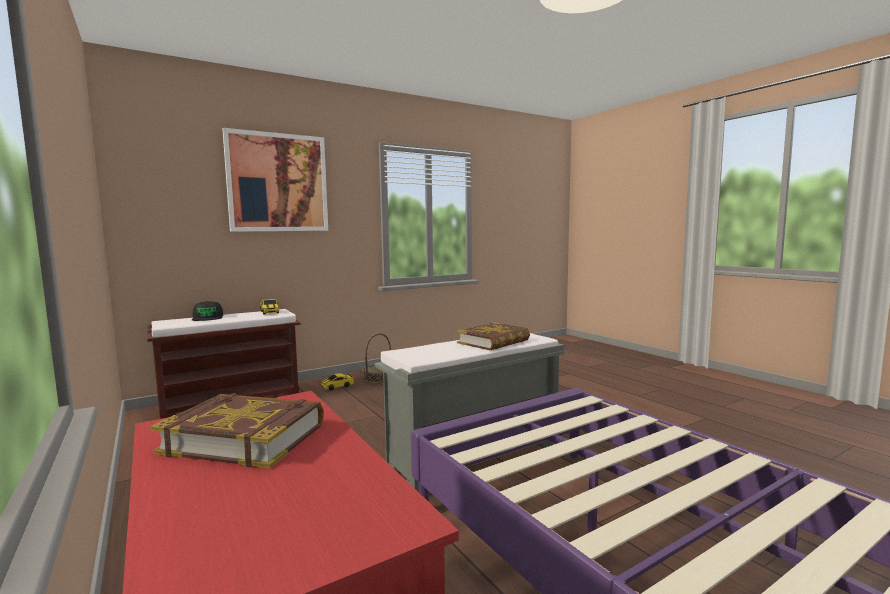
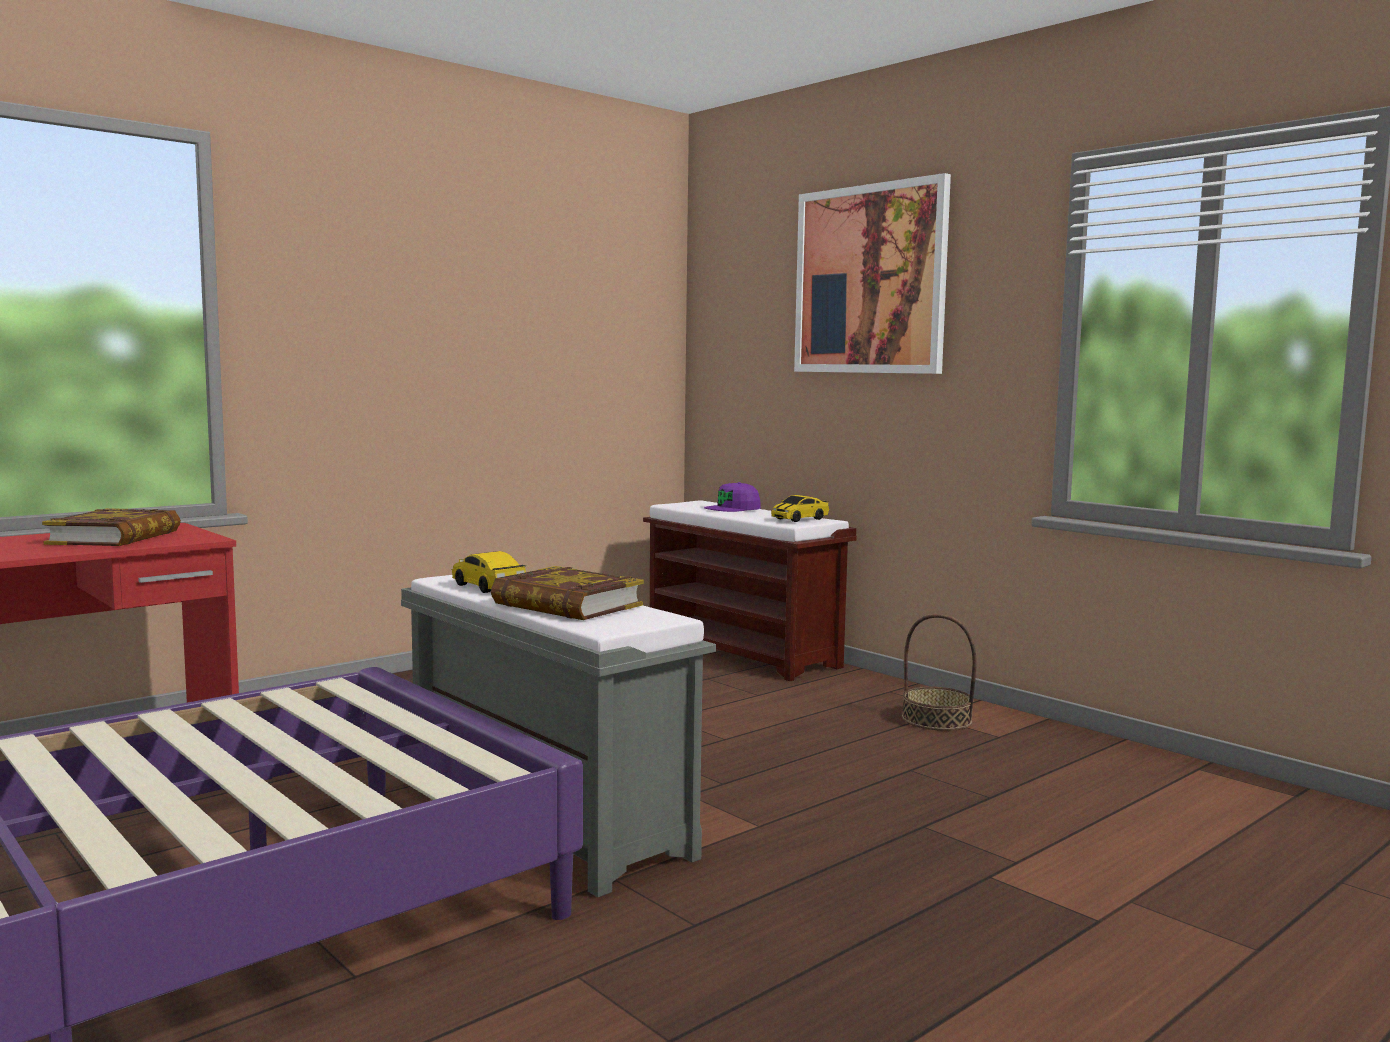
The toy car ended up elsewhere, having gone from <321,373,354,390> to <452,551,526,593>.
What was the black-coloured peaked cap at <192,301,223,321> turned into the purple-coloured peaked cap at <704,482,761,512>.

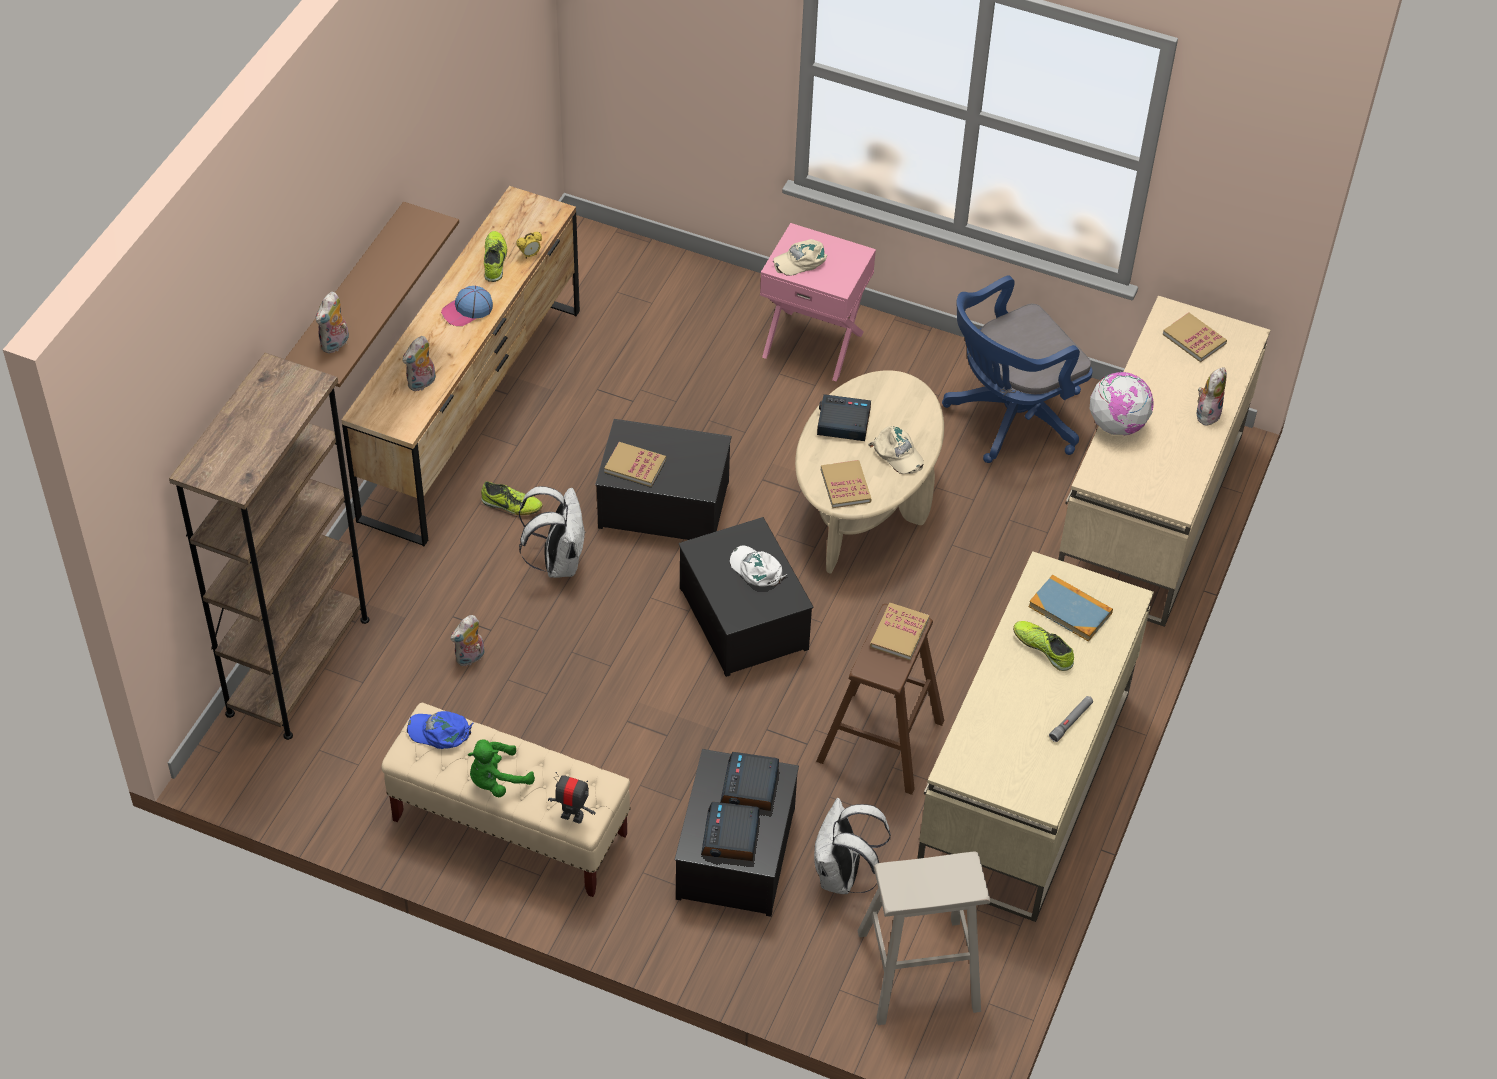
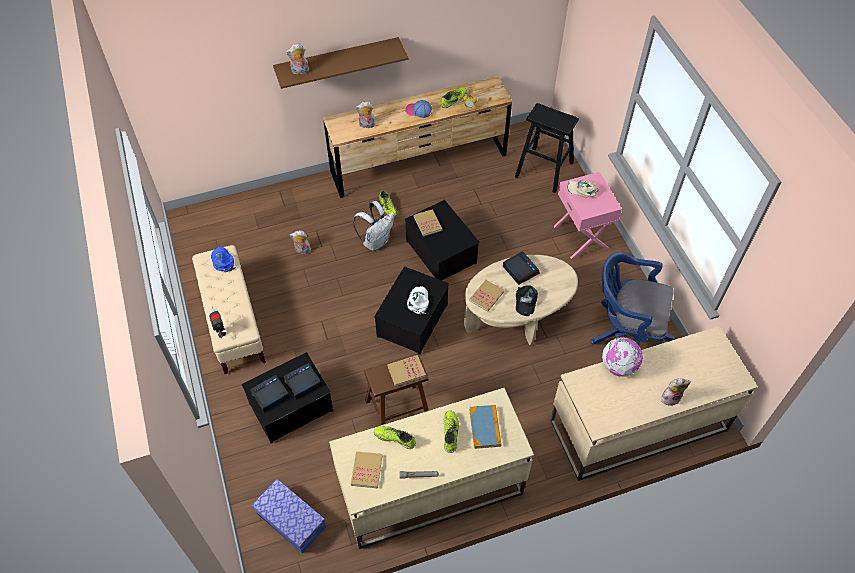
The second view lost the brown-coloured shelving unit at <169,353,370,740>.
The second view lost the greenish soft toy at <468,739,535,797>.
The second view lost the whitish rucksack at <814,798,891,894>.
The second view gained the shoe at <374,426,416,449>.
The second view gained the black-coloured stool at <515,103,579,193>.
The volume ended up elsewhere, having gone from <1163,312,1227,362> to <351,451,383,488>.
Where the beige stool stood at <858,852,990,1025>, the storage box came to stand at <252,479,326,553>.
What was the beige peaked cap at <868,426,924,474> turned into the black-coloured peaked cap at <516,285,538,316>.

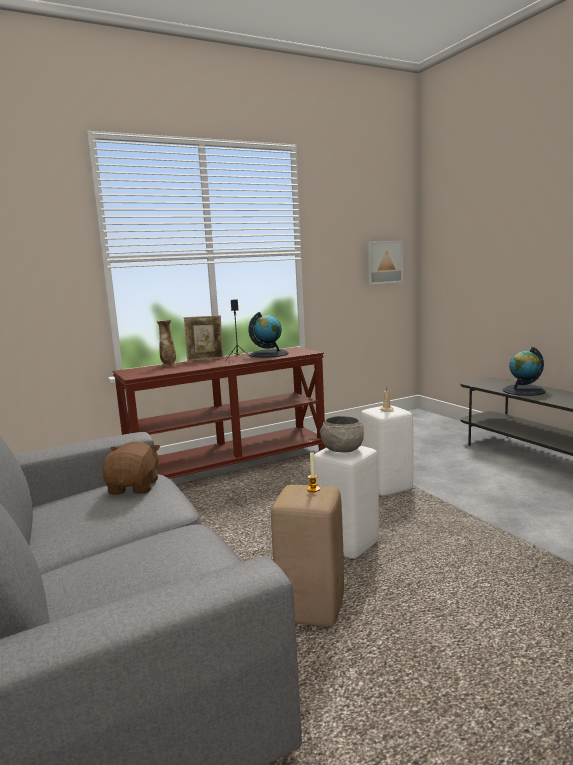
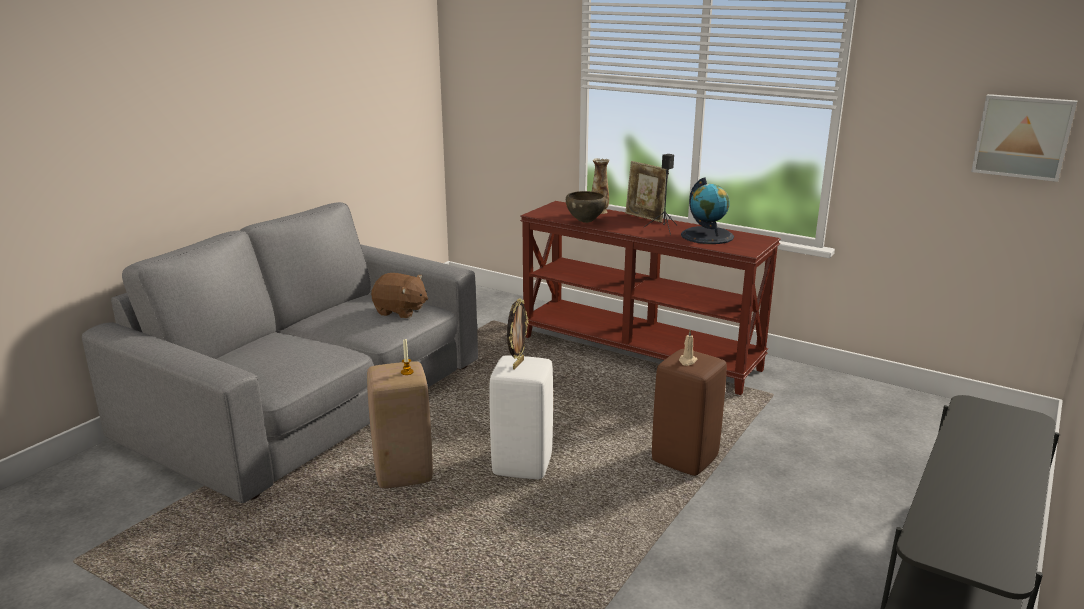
The second view lost the globe at <503,347,546,396>.
The second view gained the brown-coloured serving bowl at <566,191,606,223>.
Where the greyish serving bowl stood at <320,416,364,452>, the picture frame came to stand at <507,298,528,370>.
What was the whitish stool at <361,405,413,496> turned into the brown-coloured stool at <652,349,727,476>.
The brown-coloured soft toy at <103,442,160,495> ended up facing another way, 45 degrees clockwise from before.

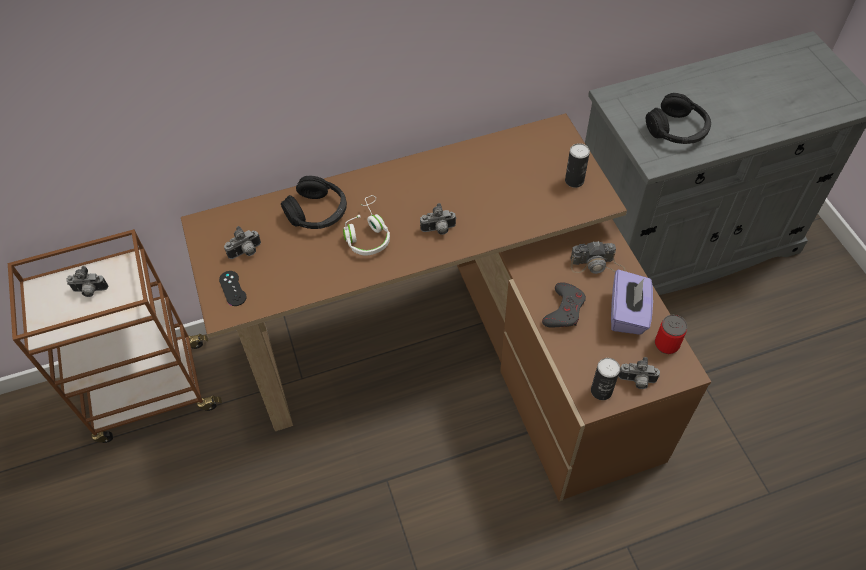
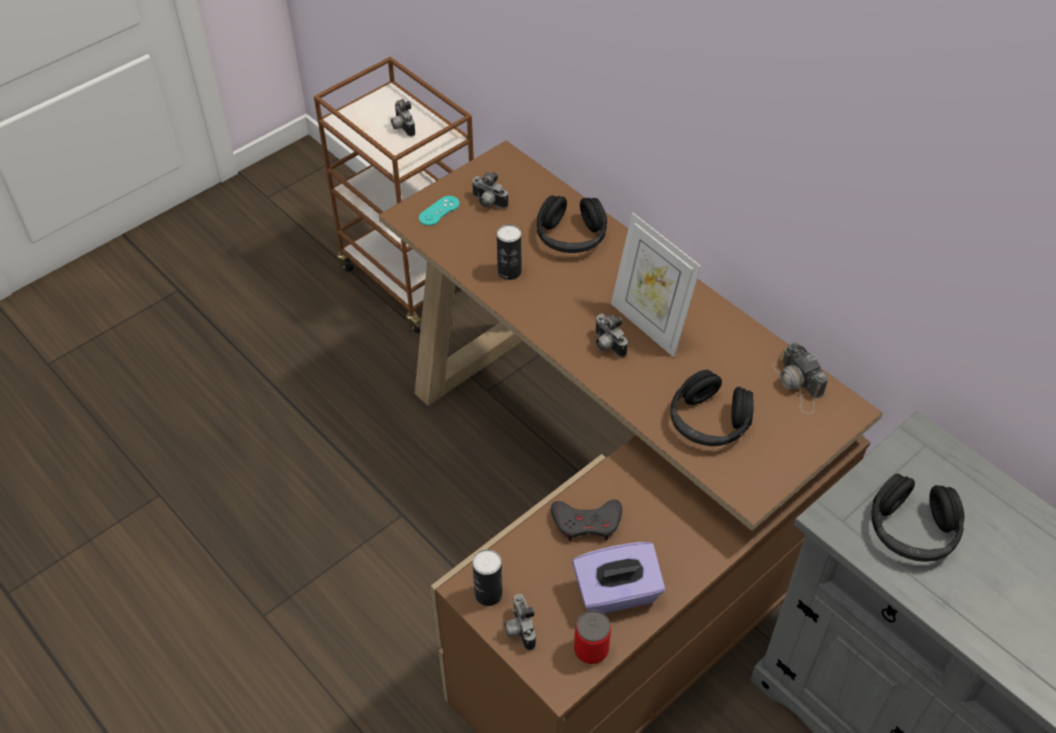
The second view lost the whitish headset at <343,195,390,255>.
The second view gained the picture frame at <611,213,701,357>.
The second view gained the black-coloured headset at <671,370,754,446>.
The can ended up elsewhere, having gone from <565,143,590,188> to <497,224,521,280>.
The photo camera ended up elsewhere, having gone from <571,241,626,274> to <772,342,828,415>.
What was the black-coloured joypad at <219,271,247,306> turned into the blue-green joypad at <419,196,460,226>.

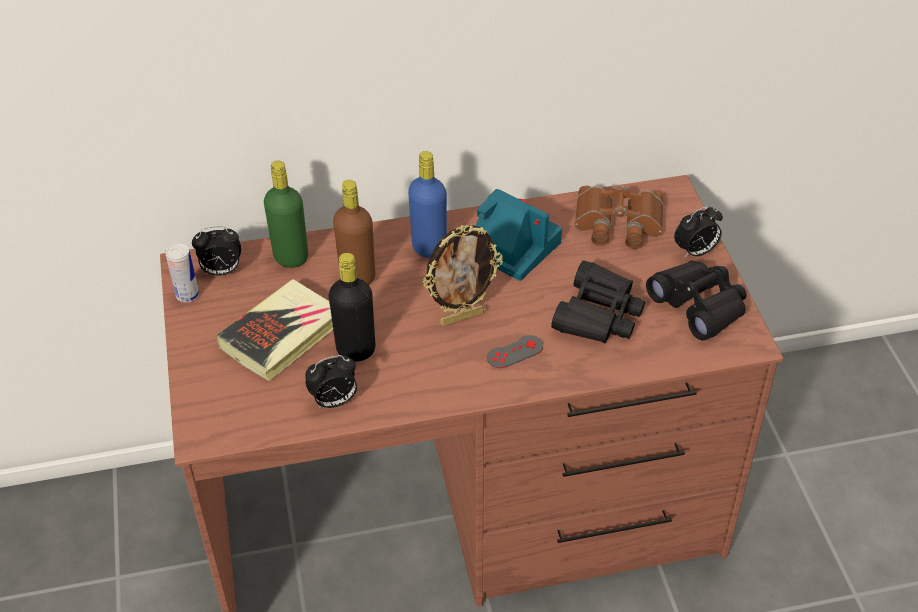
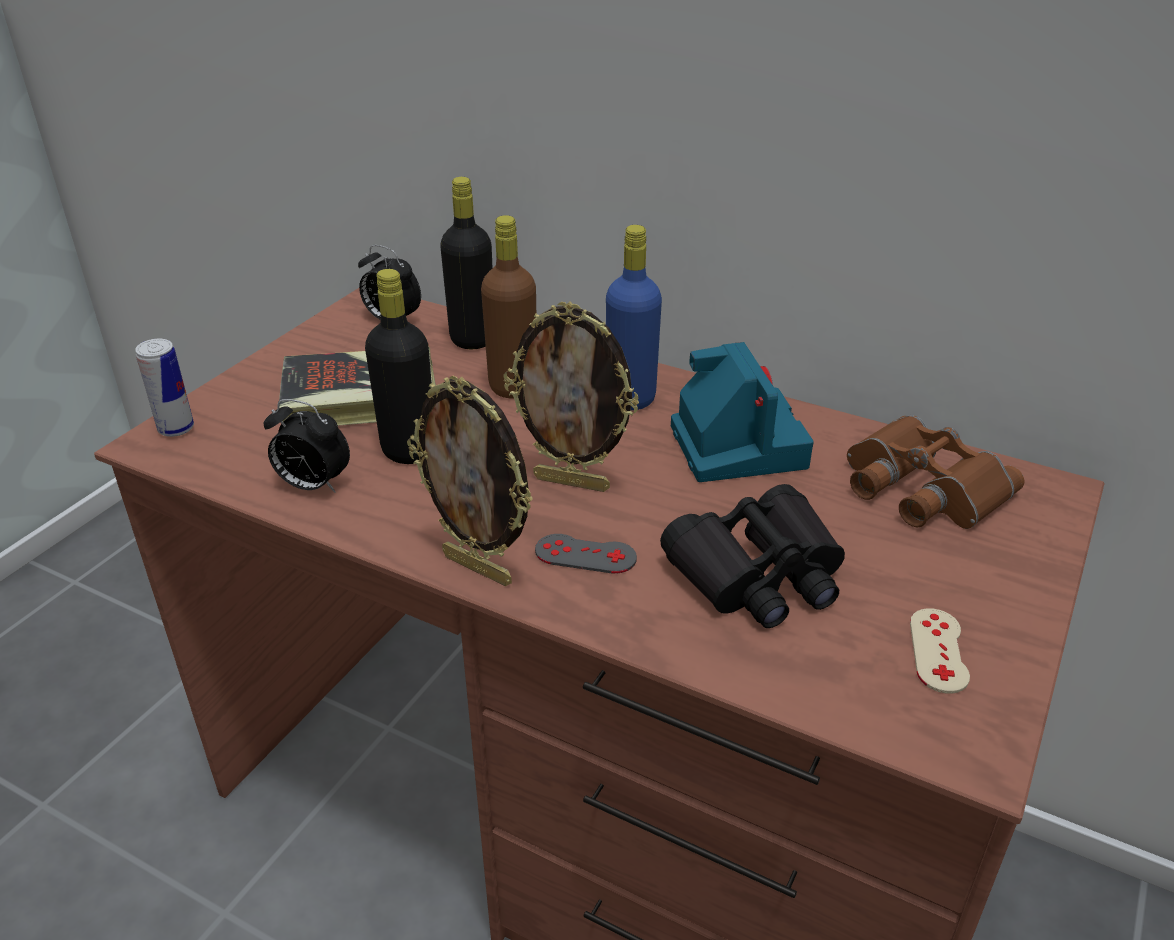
The second view lost the table clock at <674,205,723,258>.
The second view gained the picture frame at <407,376,533,586>.
The can ended up elsewhere, having gone from <165,243,199,302> to <135,339,194,437>.
Where the black-coloured field glasses stood at <646,260,746,340>, the beige joypad came to stand at <910,608,970,694>.
What was the greenish drink bottle at <264,161,308,268> turned into the black-coloured drink bottle at <440,177,493,349>.

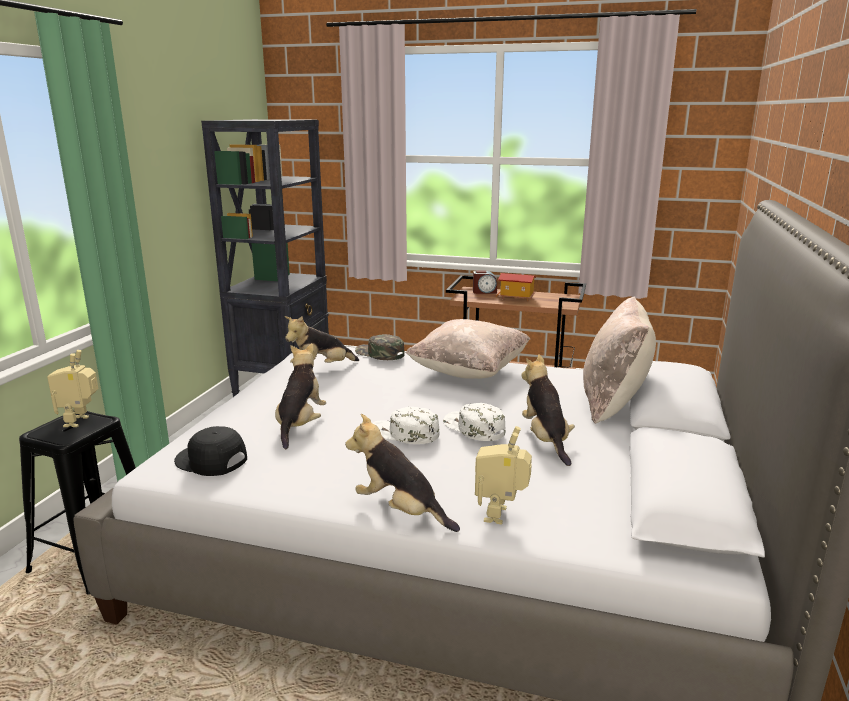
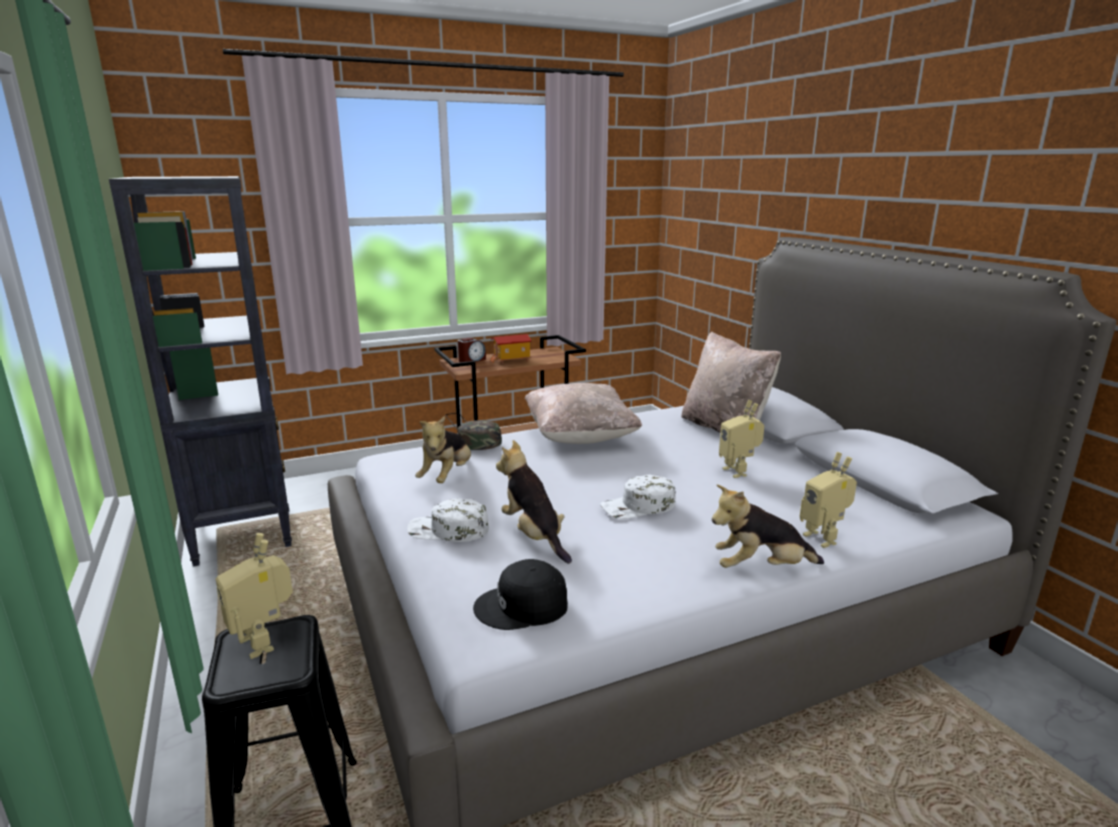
The whitish peaked cap ended up elsewhere, having gone from <443,403,506,441> to <407,498,489,542>.
Where the soft toy stood at <521,354,575,466>, the toy robot came to stand at <719,400,765,478>.

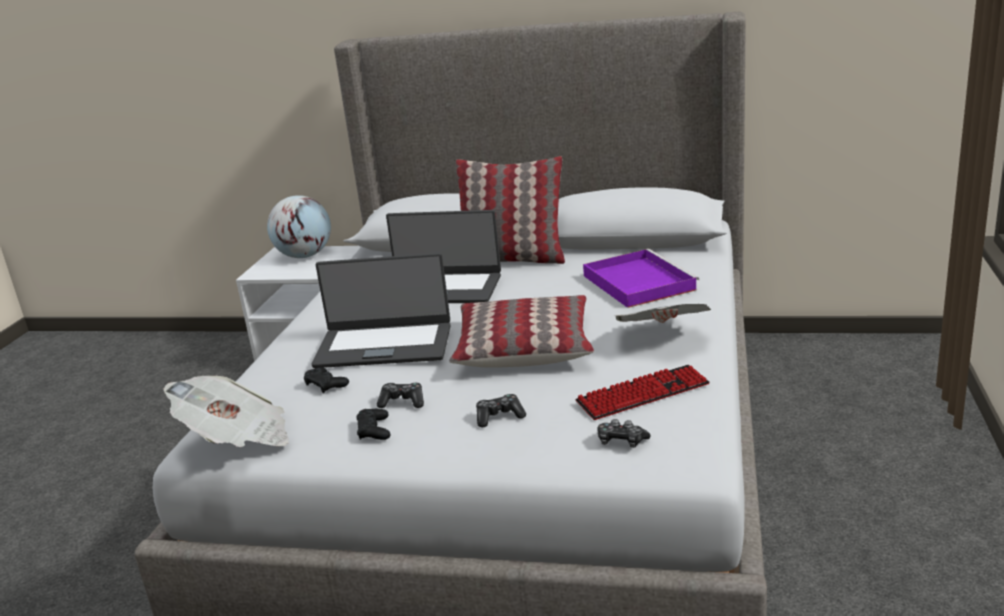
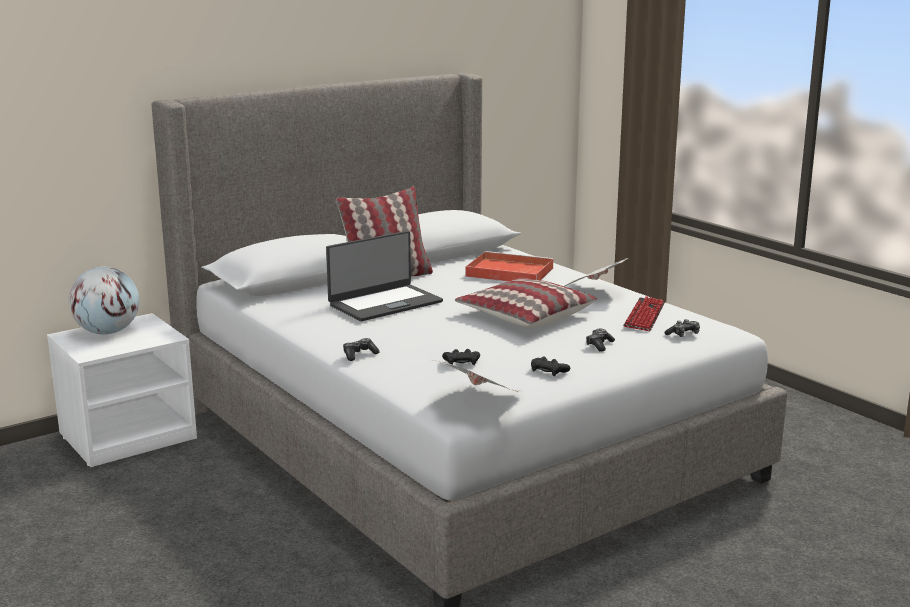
The second view lost the notebook computer at <312,253,450,368>.
The joypad ended up elsewhere, having gone from <377,383,424,408> to <343,338,380,361>.
What was the purple-coloured serving tray at <583,249,699,308> turned into the red-coloured serving tray at <465,251,554,282>.

